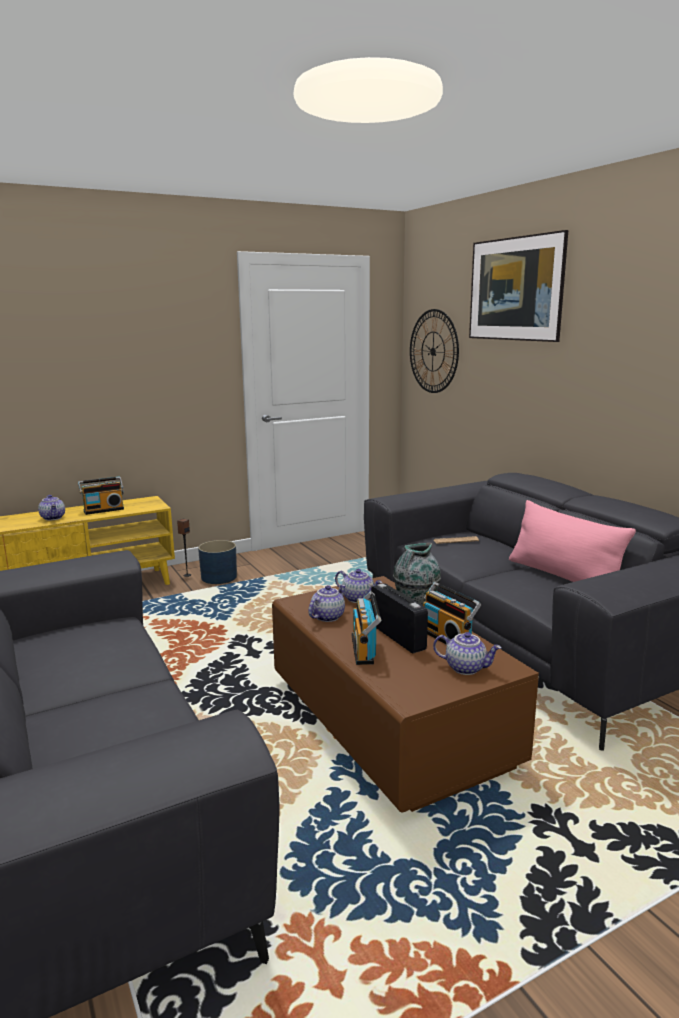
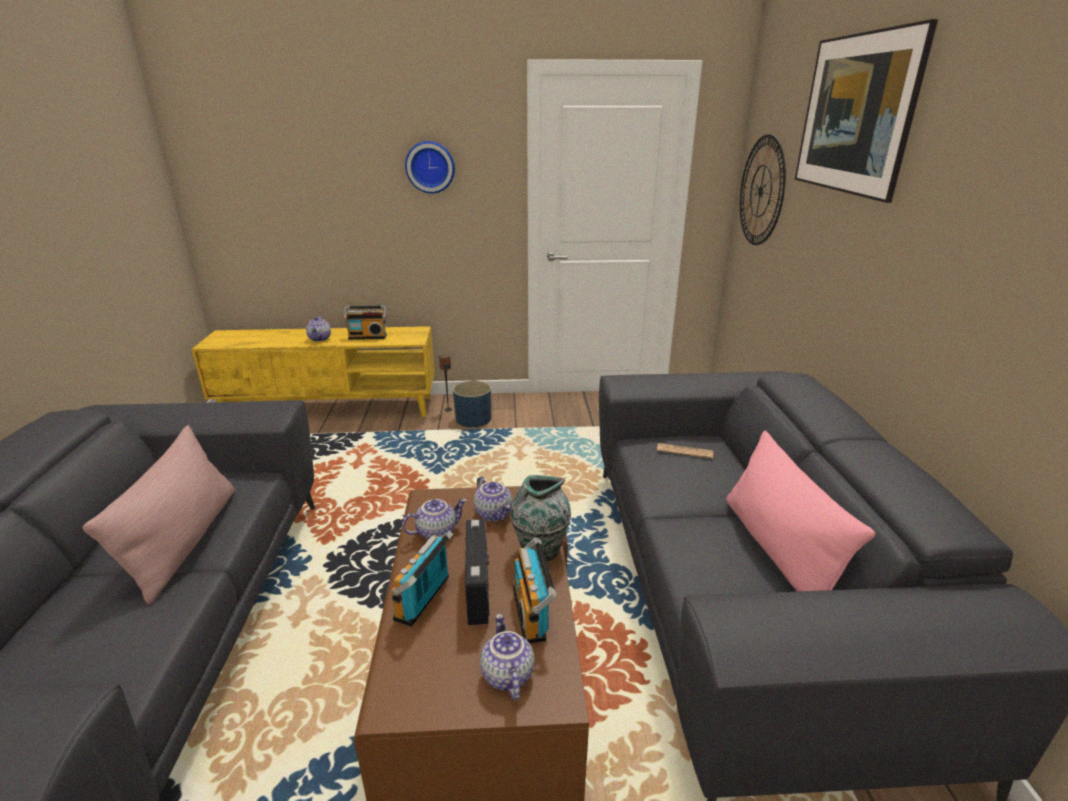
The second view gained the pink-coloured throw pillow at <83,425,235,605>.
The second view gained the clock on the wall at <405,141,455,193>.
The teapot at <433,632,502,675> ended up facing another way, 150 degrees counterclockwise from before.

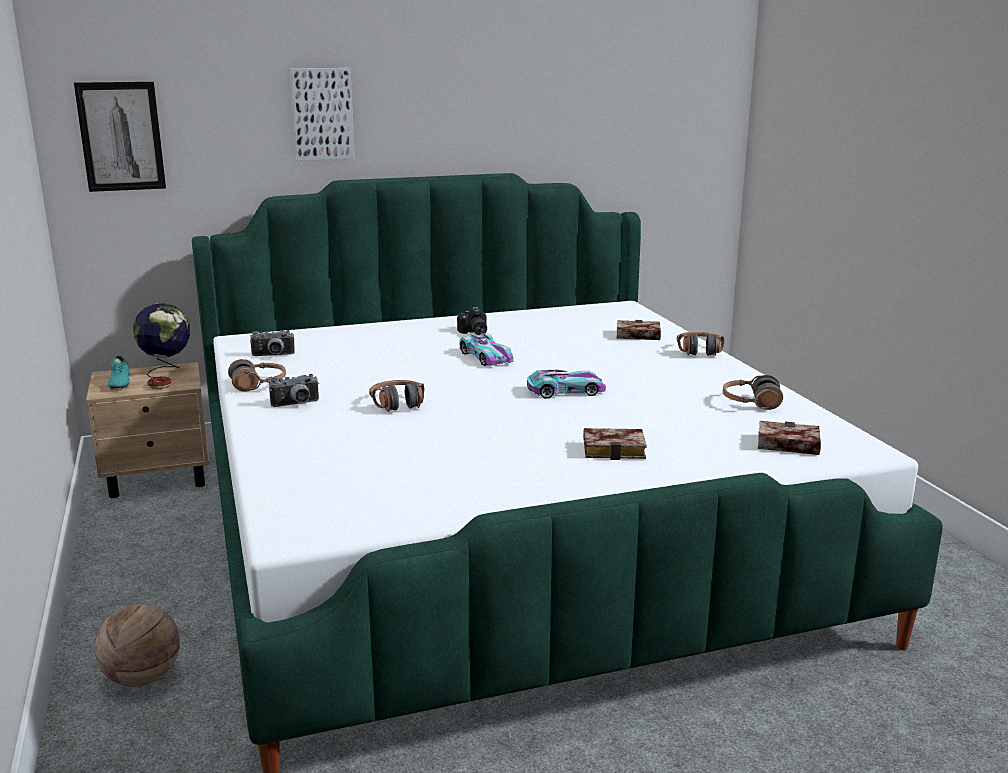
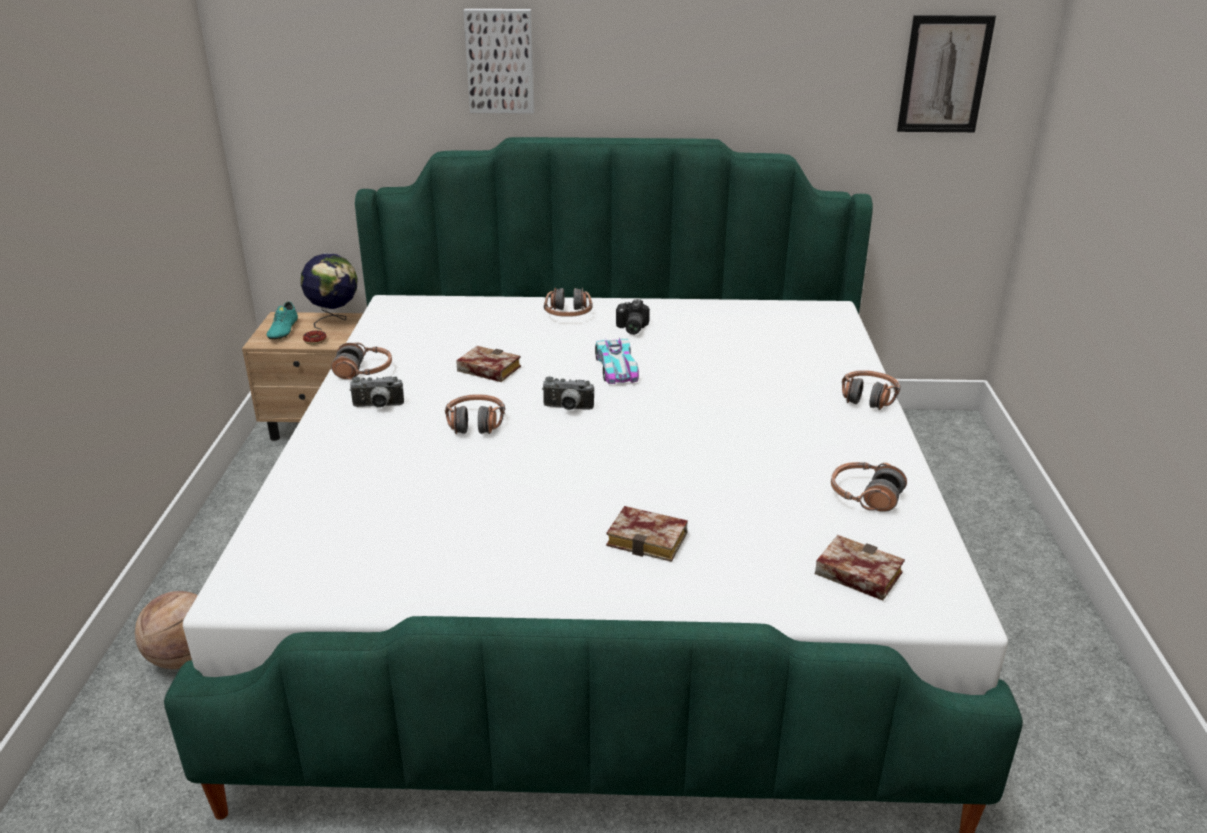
The second view lost the toy car at <527,369,606,399>.
The second view gained the headset at <544,287,592,317>.
The wall picture ended up elsewhere, having gone from <74,82,166,192> to <897,15,996,132>.
The photo camera ended up elsewhere, having gone from <250,330,295,356> to <542,376,594,410>.
The volume ended up elsewhere, having gone from <616,320,661,340> to <456,346,521,382>.

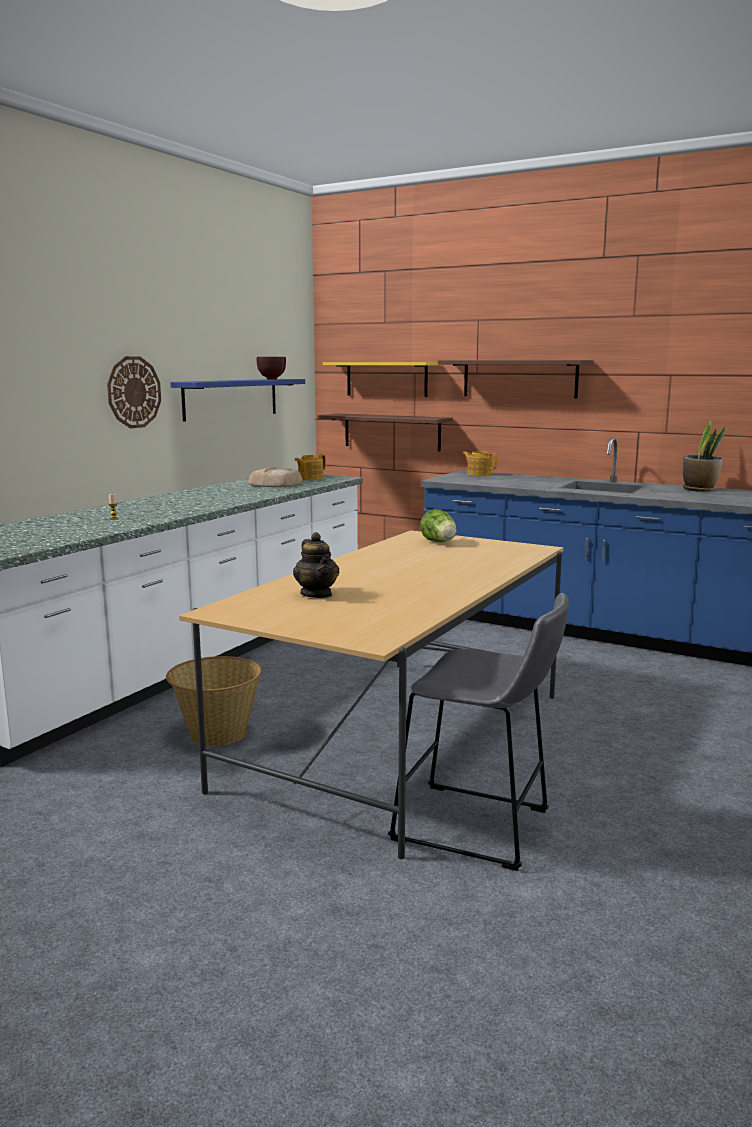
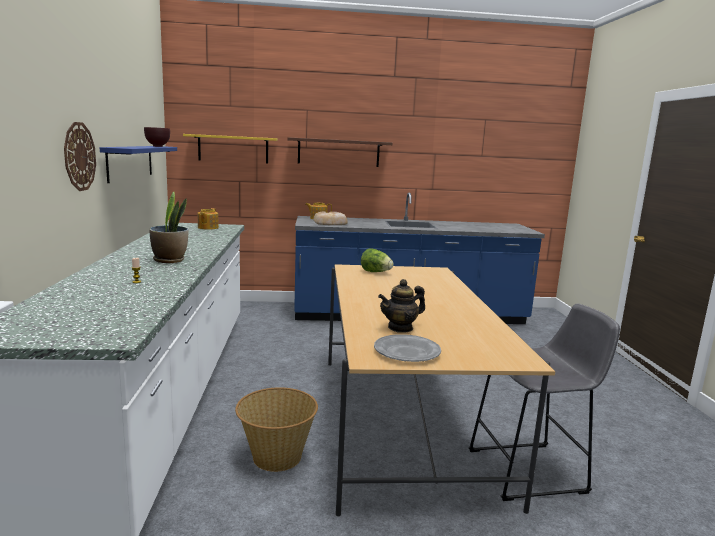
The second view lost the brown-coloured wall shelf at <318,413,453,451>.
The second view gained the greyish dinner plate at <374,334,441,362>.
The bakery bread ended up elsewhere, having gone from <248,467,303,487> to <313,211,348,225>.
The potted plant ended up elsewhere, having gone from <683,420,726,492> to <149,192,189,263>.
The teapot at <293,532,339,598> ended up facing another way, 120 degrees clockwise from before.

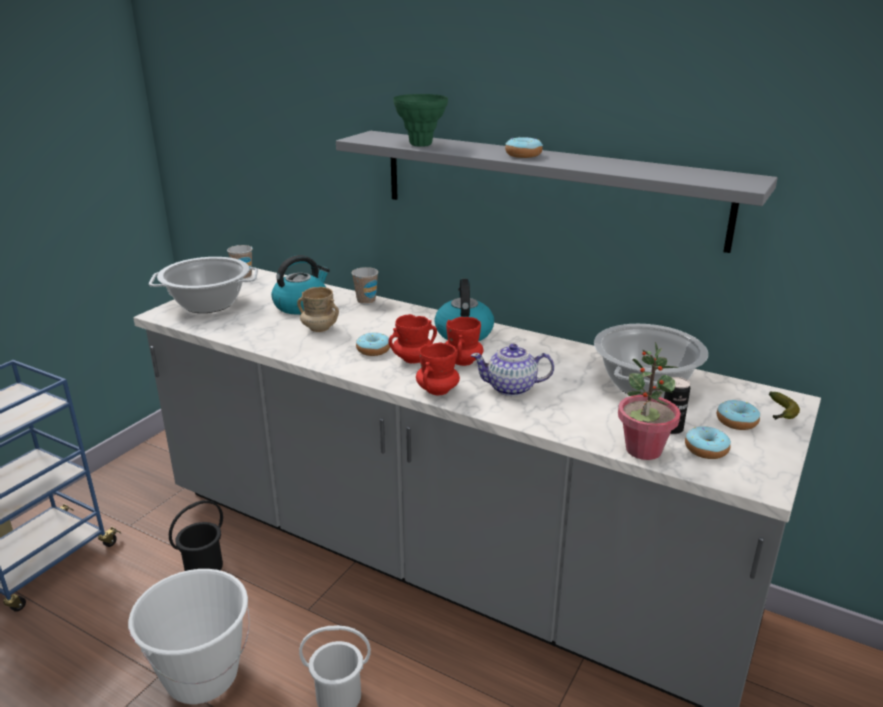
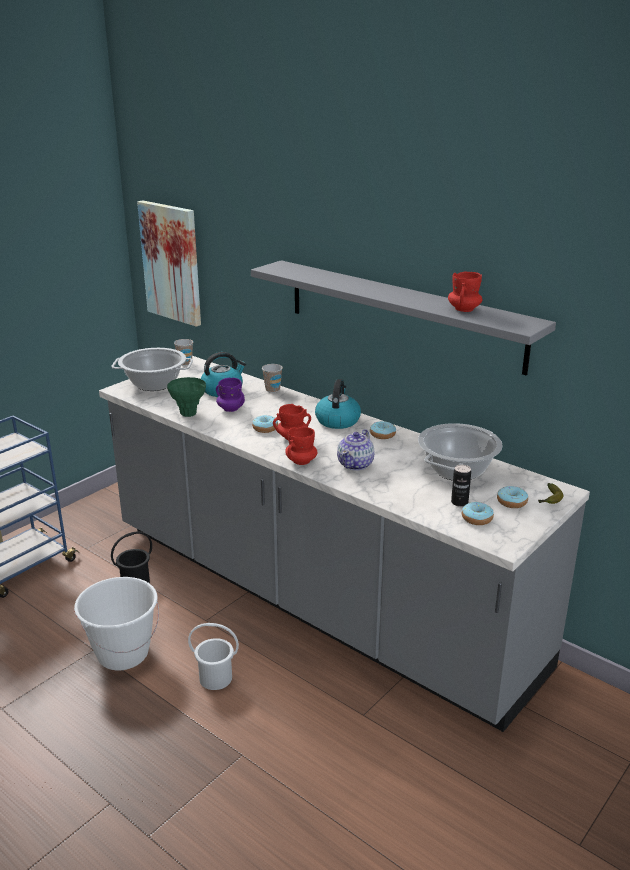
The second view lost the potted plant at <618,342,681,460>.
The second view gained the wall picture at <137,200,201,327>.
The greenish decorative vase ended up elsewhere, having gone from <393,94,448,147> to <167,377,206,417>.
The red-coloured mug ended up elsewhere, having gone from <445,317,484,366> to <448,271,483,312>.
The doughnut ended up elsewhere, having gone from <505,137,543,158> to <370,421,396,439>.
What was the beige mug at <297,287,339,332> turned into the purple-coloured mug at <216,378,245,412>.
The teapot at <471,344,554,396> ended up facing another way, 75 degrees counterclockwise from before.

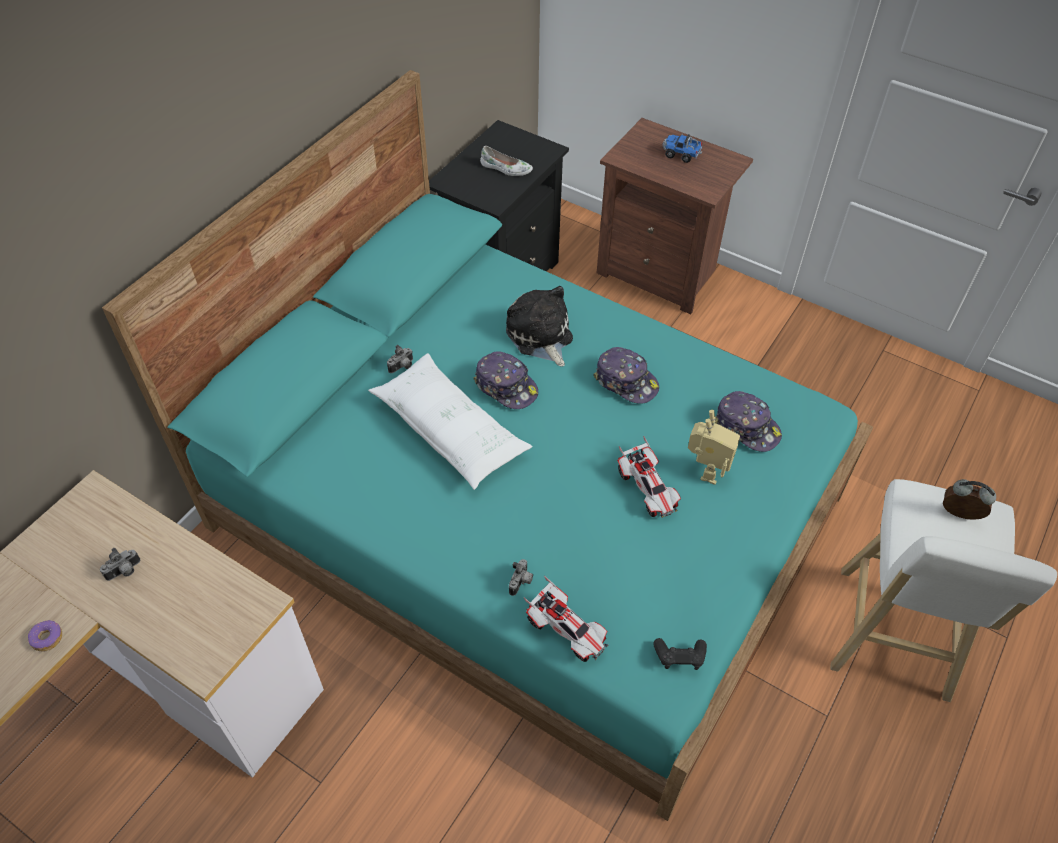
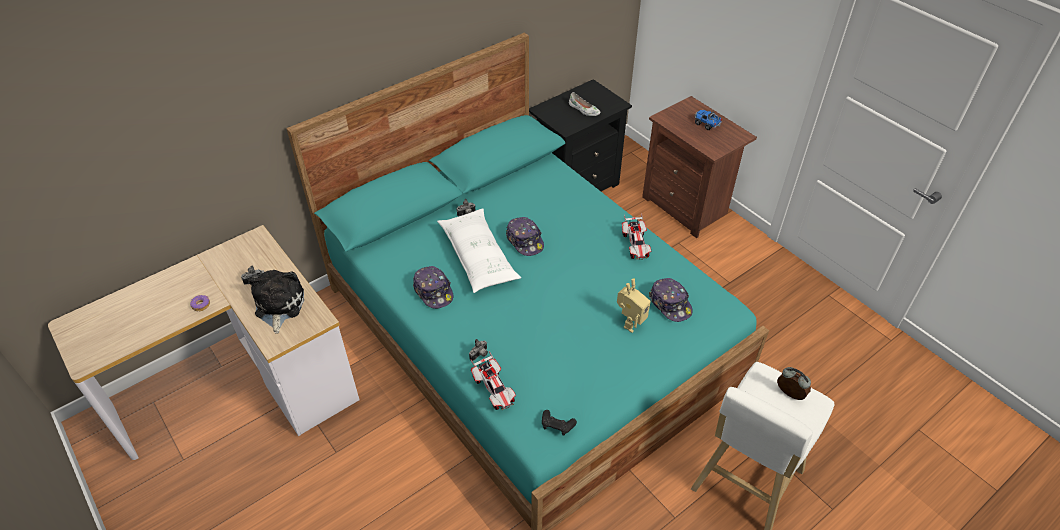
The soft toy ended up elsewhere, having gone from <506,286,573,367> to <248,270,304,334>.
The peaked cap ended up elsewhere, having gone from <593,347,659,404> to <413,266,453,309>.
The toy car ended up elsewhere, having gone from <617,436,681,518> to <622,213,651,260>.

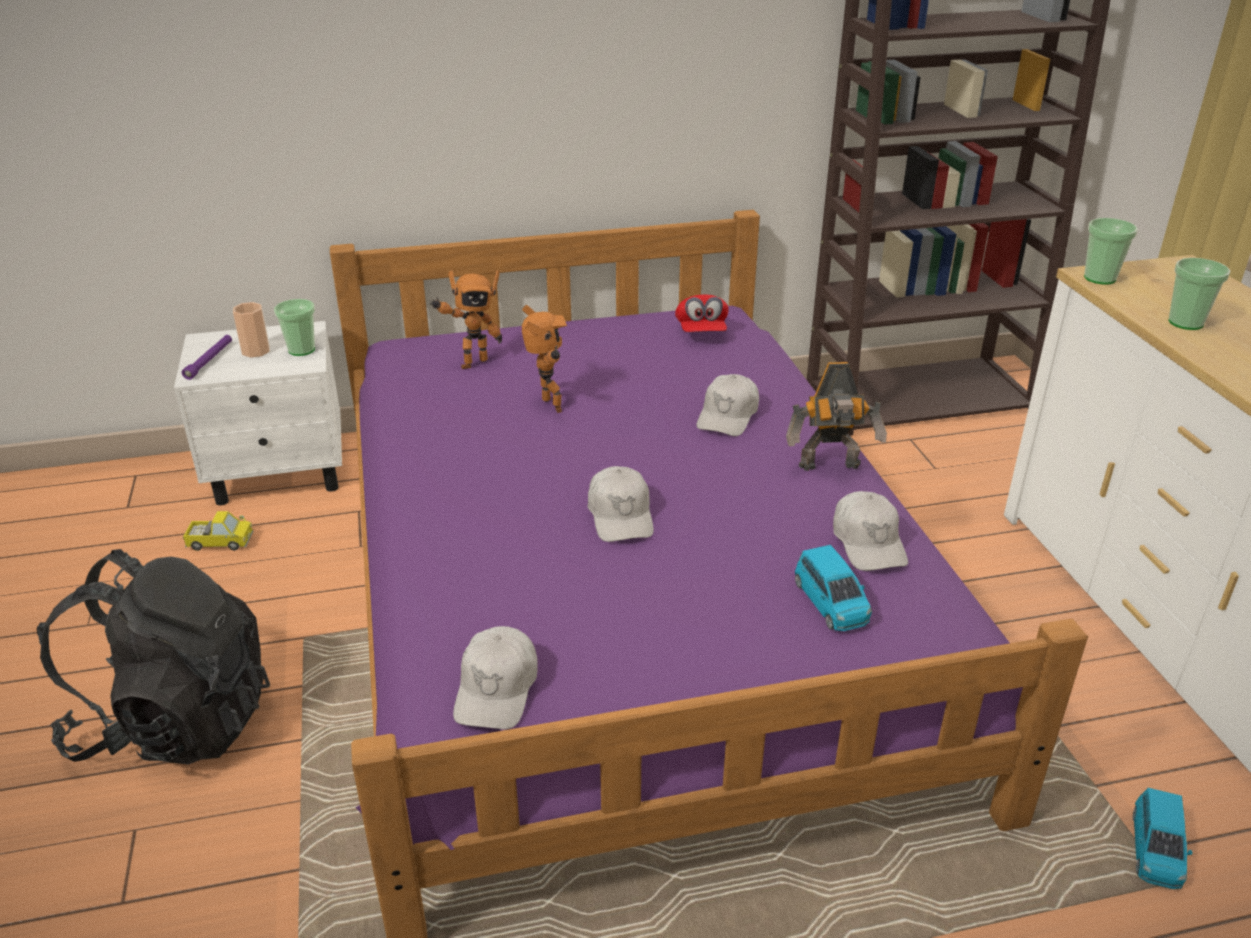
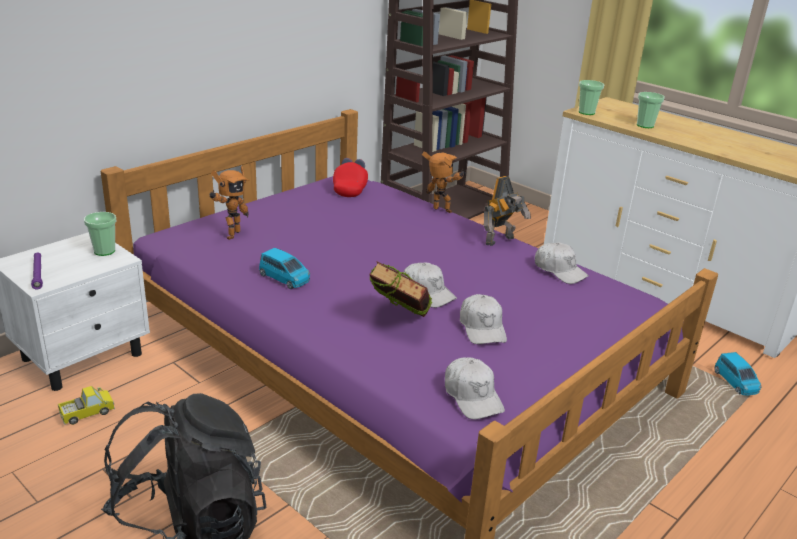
The second view lost the drinking cup at <233,302,270,358>.
The second view gained the volume at <369,262,432,317>.
The toy robot ended up elsewhere, having gone from <522,305,567,413> to <422,151,467,213>.
The whitish peaked cap ended up elsewhere, having gone from <696,374,759,436> to <460,294,507,344>.
The blue toy car ended up elsewhere, having gone from <795,545,872,631> to <259,248,310,289>.
The red-coloured peaked cap at <675,295,729,332> ended up facing another way, 135 degrees counterclockwise from before.

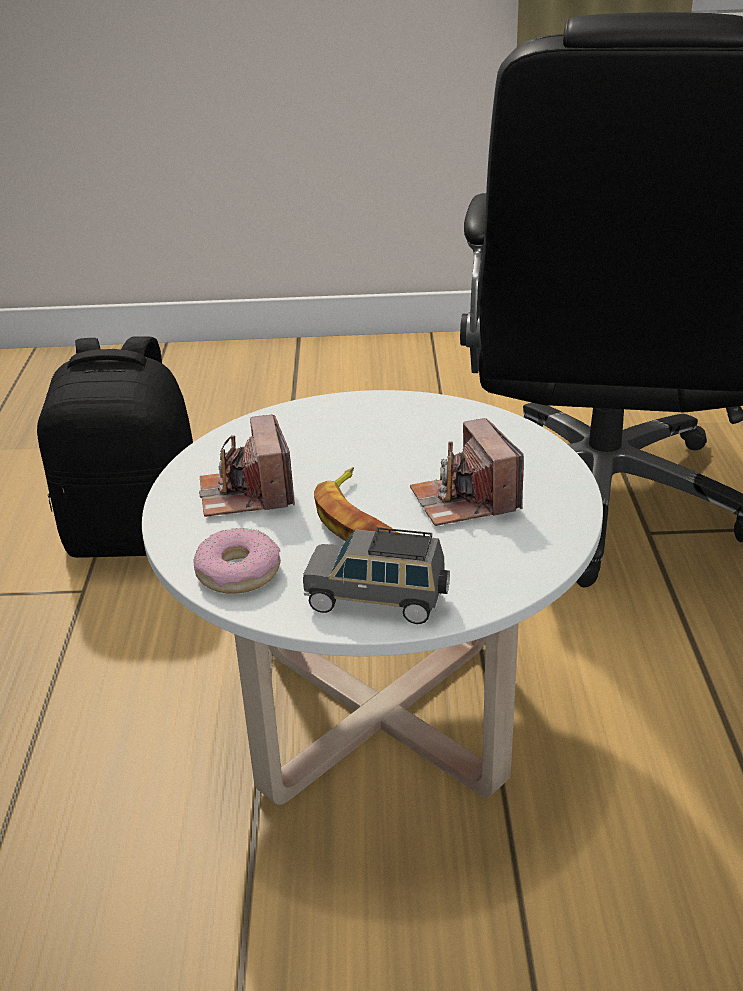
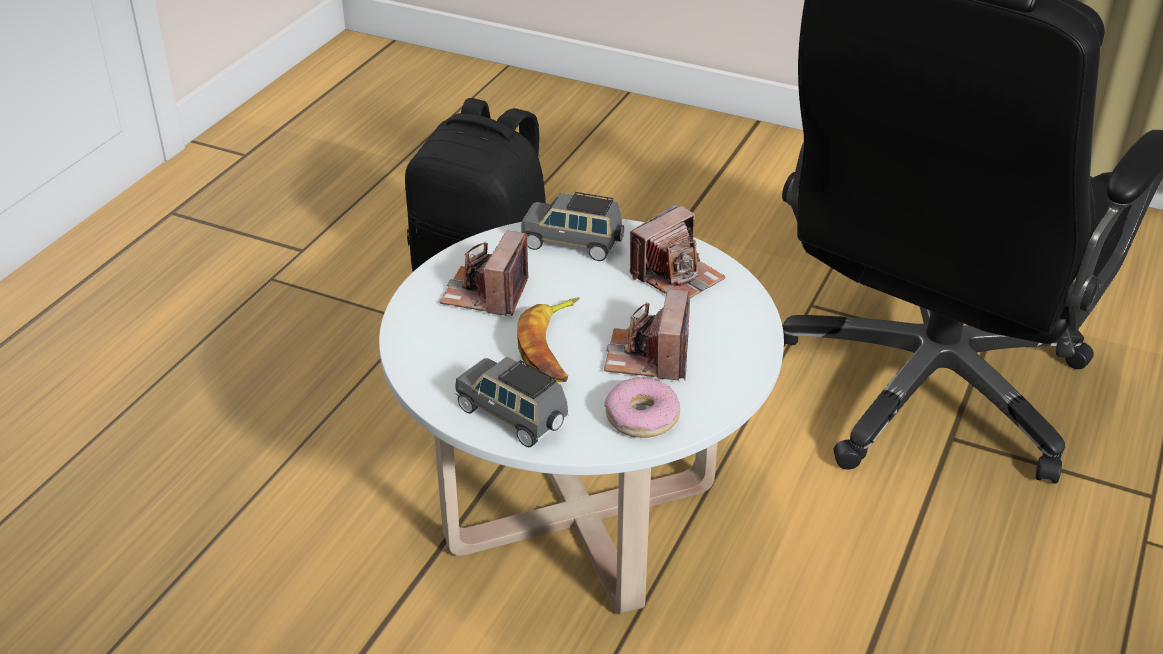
The second view gained the greyish toy car at <521,192,624,261>.
The second view gained the photo camera at <630,204,726,298>.
The doughnut ended up elsewhere, having gone from <193,528,281,594> to <604,377,680,438>.

